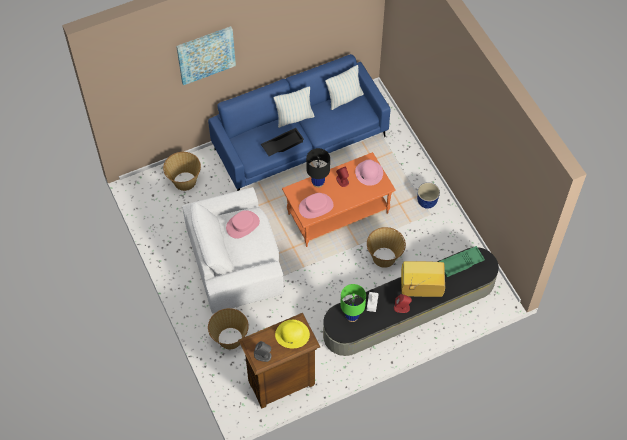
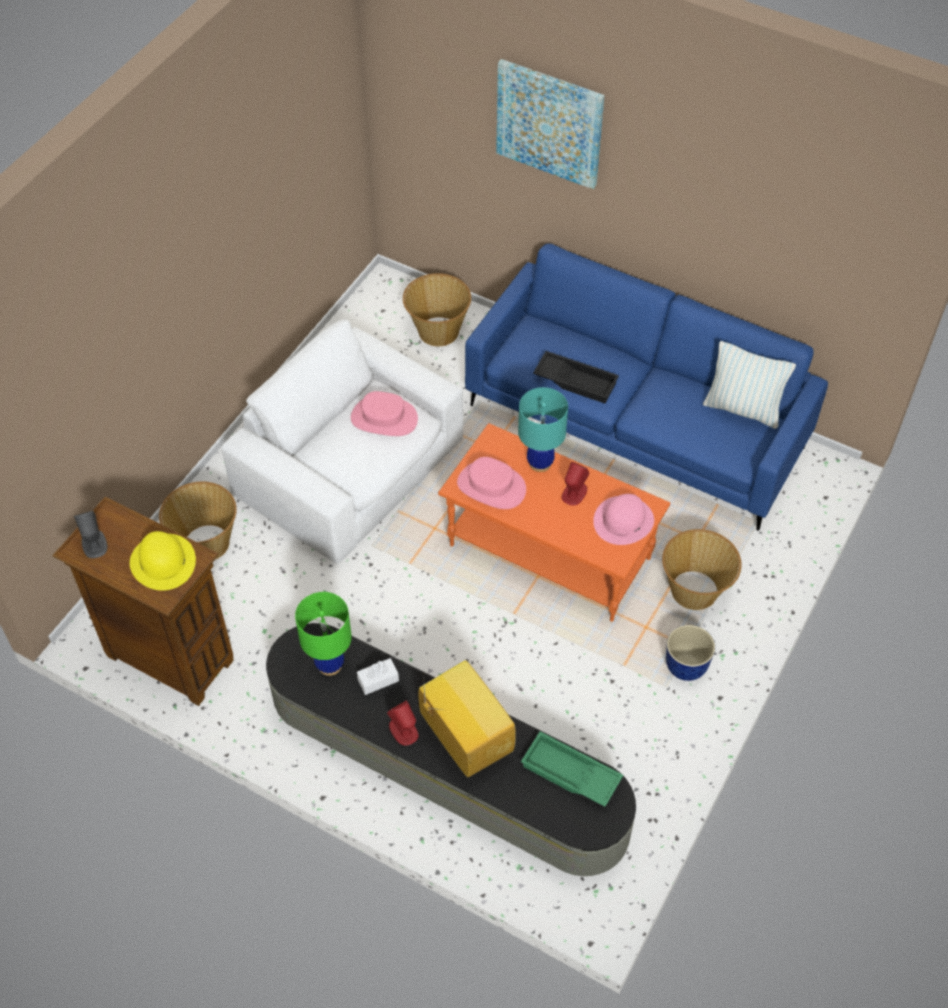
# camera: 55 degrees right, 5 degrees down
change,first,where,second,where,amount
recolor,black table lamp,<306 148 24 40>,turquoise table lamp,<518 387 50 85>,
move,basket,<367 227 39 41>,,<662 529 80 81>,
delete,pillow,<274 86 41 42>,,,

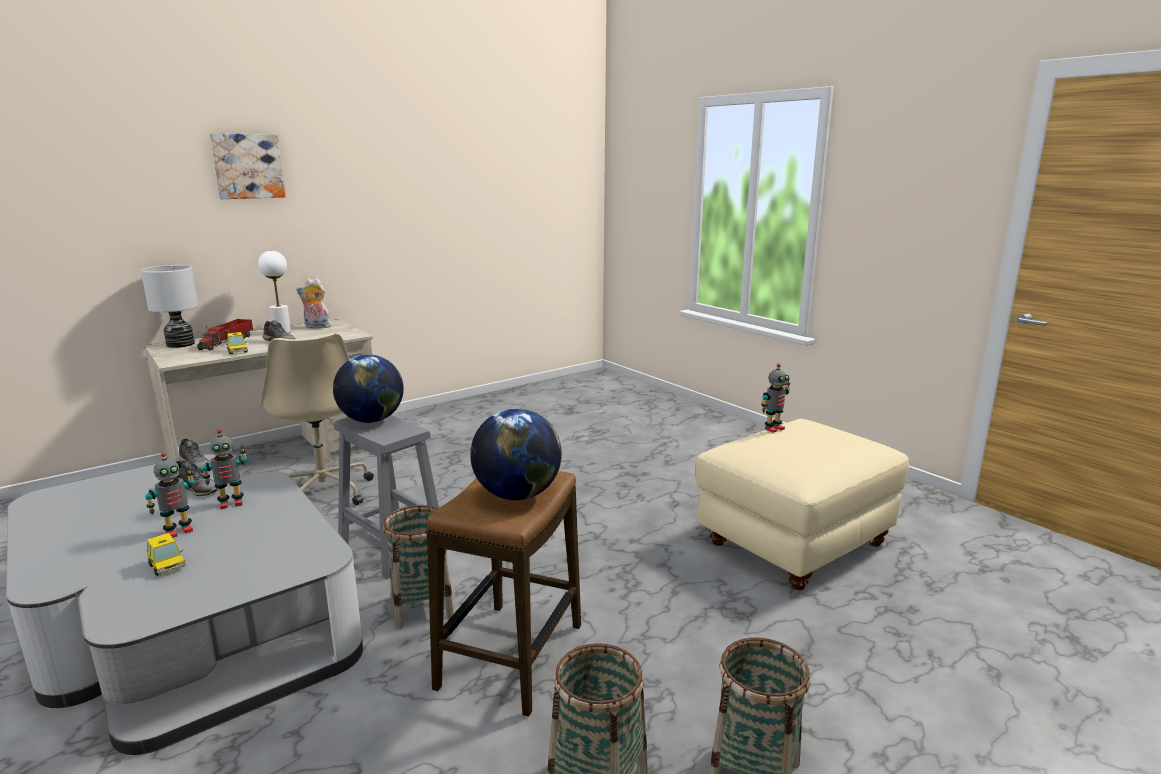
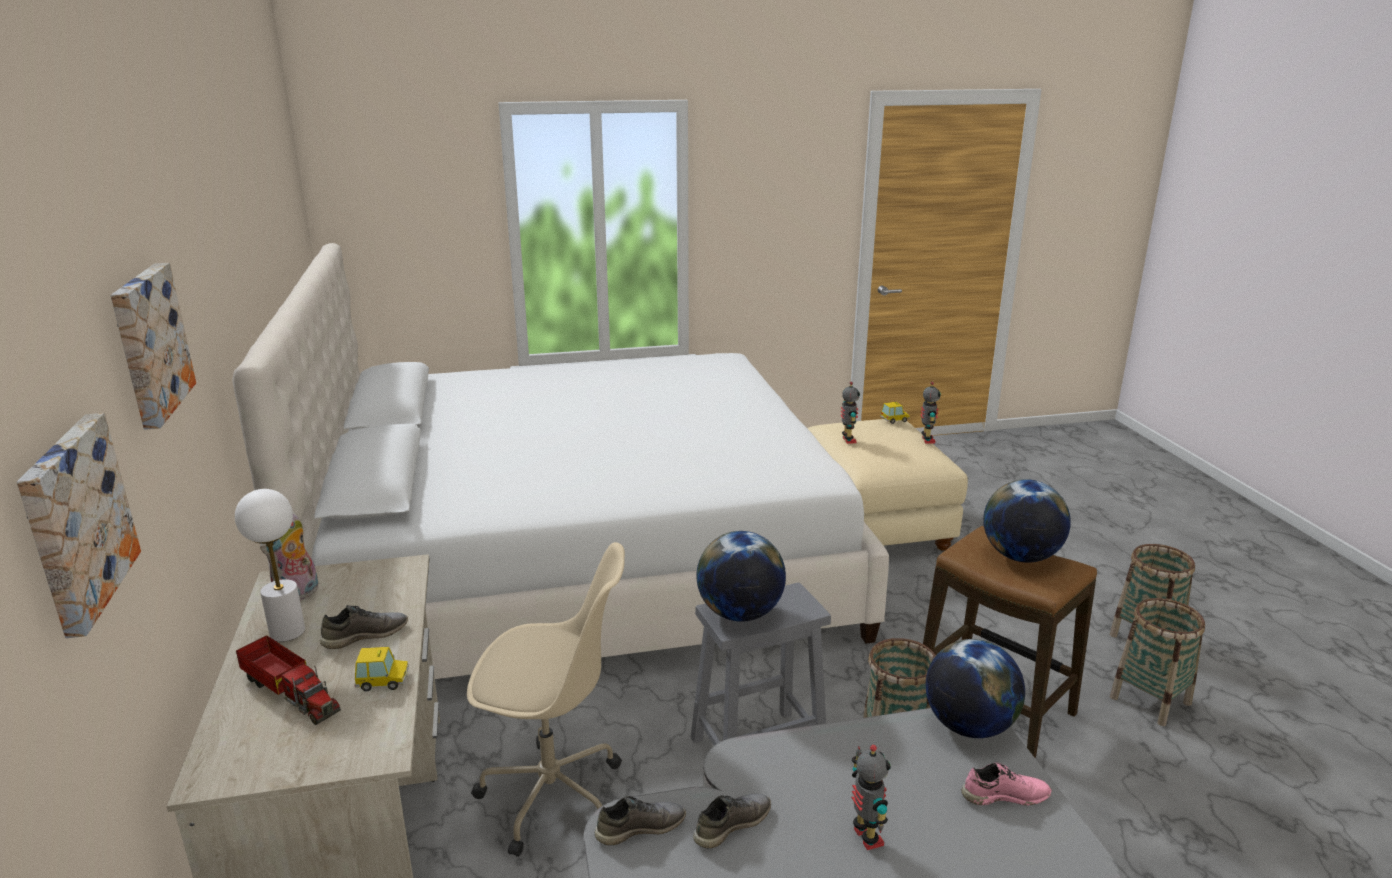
# camera: 65 degrees left, 5 degrees up
change,first,where,second,where,amount
insert,,,picture,<17 413 124 225>,
insert,,,white bed,<232 243 657 436>,
move,toy car,<147 533 39 43>,,<880 402 30 22>,
move,toy robot,<202 429 45 80>,,<920 382 21 61>,
insert,,,globe,<926 639 99 99>,
insert,,,pink shoe,<961 762 91 43>,
delete,grey table lamp,<141 265 57 83>,,,

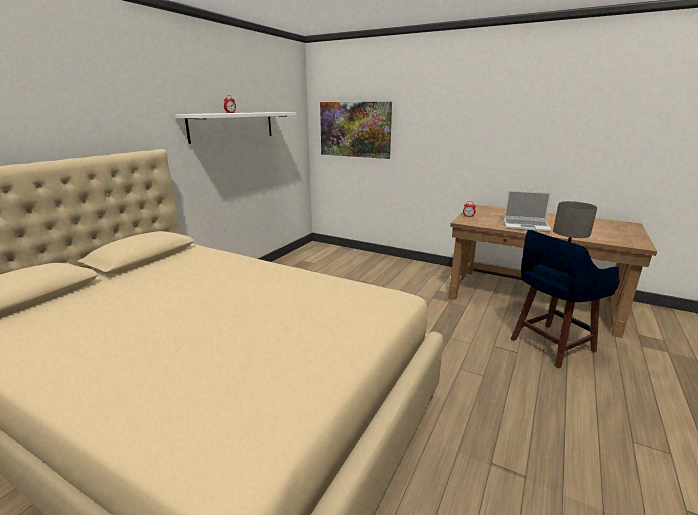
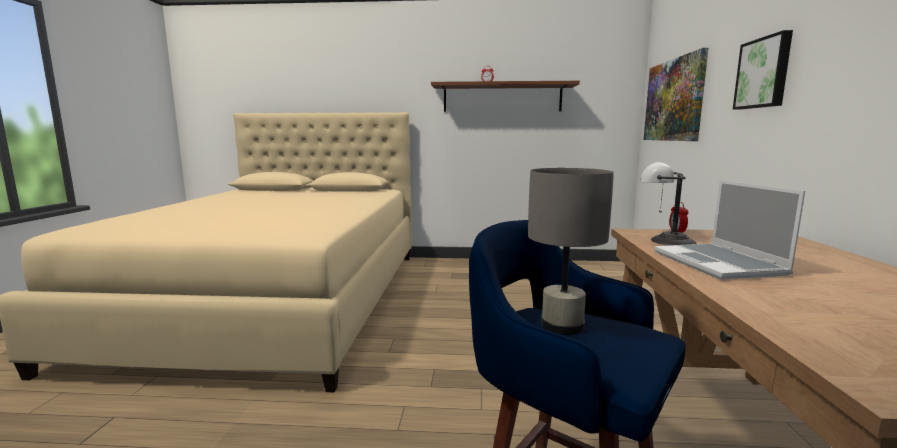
# camera: 65 degrees right, 10 degrees down
change,first,where,second,where,amount
recolor,white shelf,<175 112 122 32>,brown shelf,<431 81 149 31>,
insert,,,table lamp,<640 162 57 84>,
insert,,,picture,<733 30 60 80>,

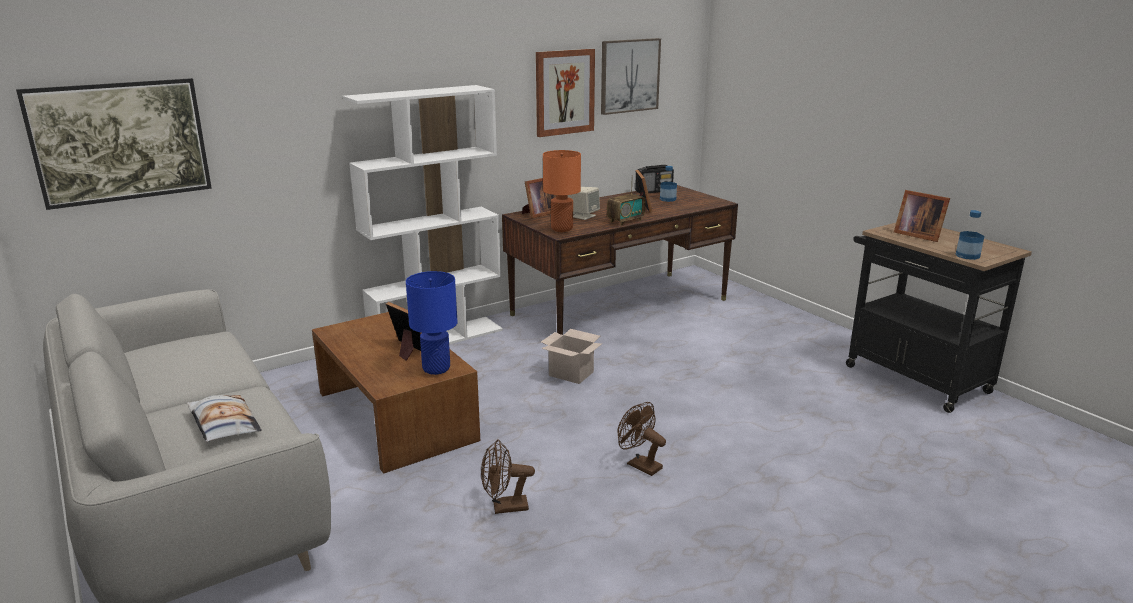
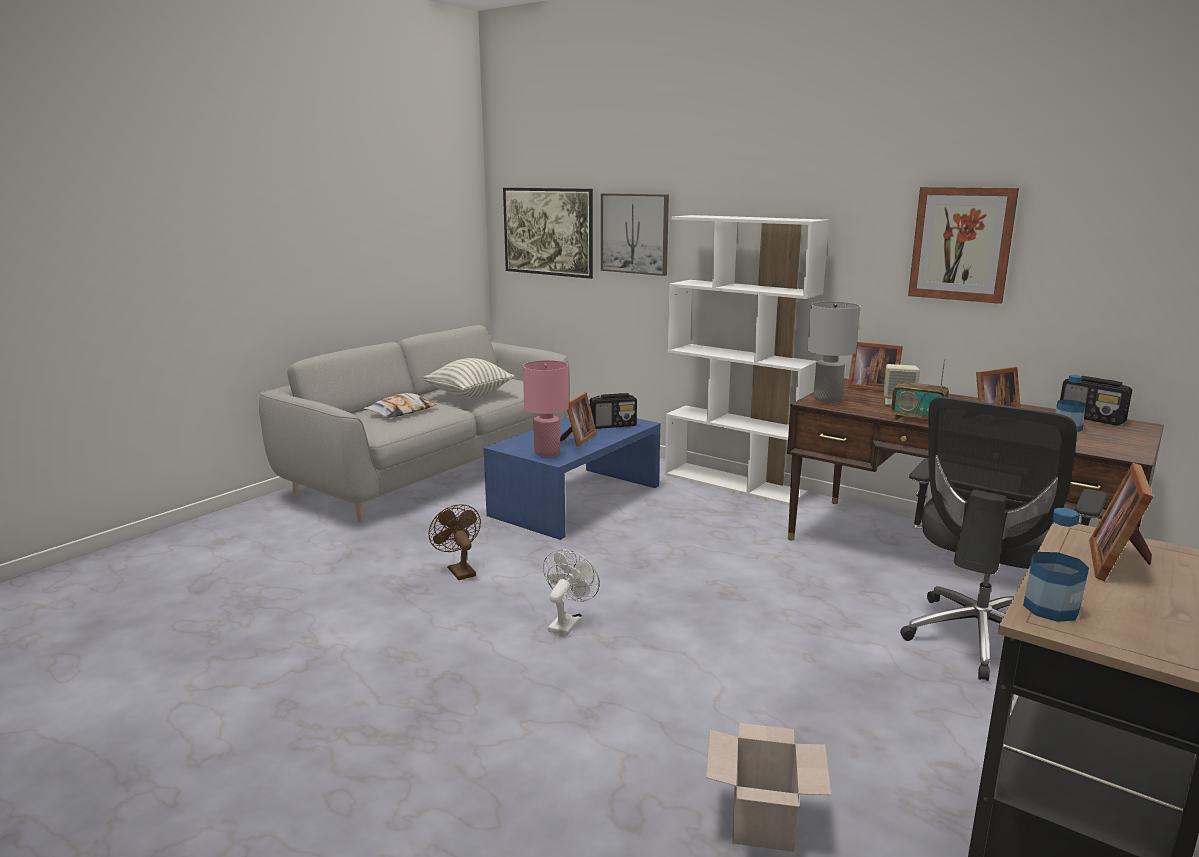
# camera: 70 degrees right, 5 degrees down
change,first,where,second,where,amount
insert,,,pillow,<422 358 93 40>,
recolor,brown coffee table,<312 312 168 162>,blue coffee table,<484 417 176 123>,
recolor,blue table lamp,<406 271 51 104>,pink table lamp,<523 360 46 97>,
recolor,brown fan,<618 402 48 74>,white fan,<543 549 57 87>,
insert,,,radio,<590 393 47 36>,
move,picture,<601 38 60 77>,,<601 193 68 83>,
move,cardboard box,<541 329 61 55>,,<706 723 125 129>,
recolor,orange table lamp,<543 150 38 82>,grey table lamp,<807 301 53 102>,
insert,,,office chair,<900 396 207 285>,

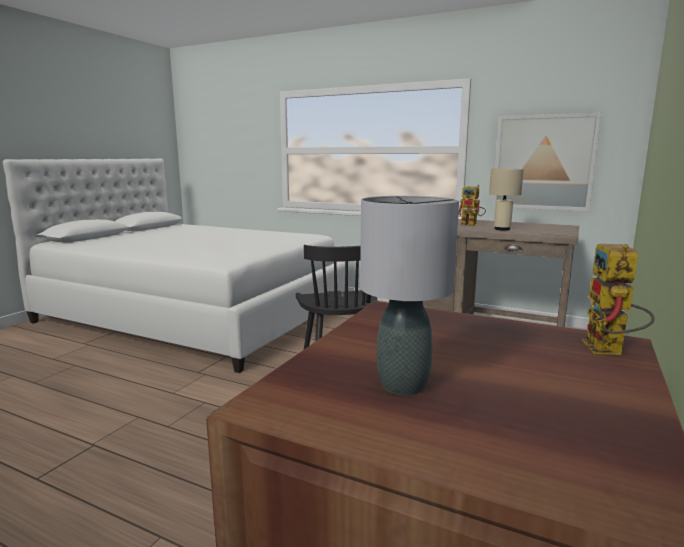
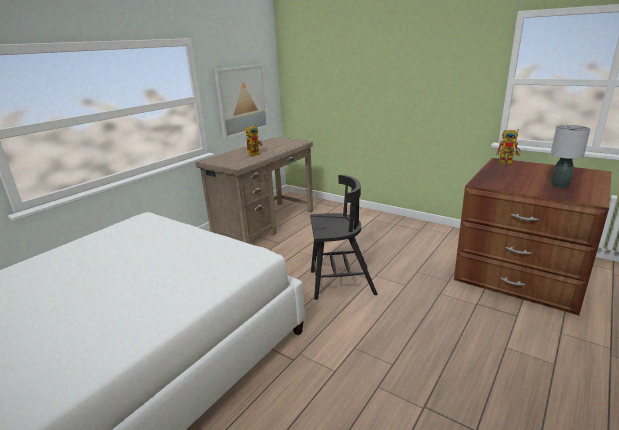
# camera: 80 degrees left, 10 degrees up
change,first,where,second,where,amount
delete,beige table lamp,<489 169 34 62>,,,

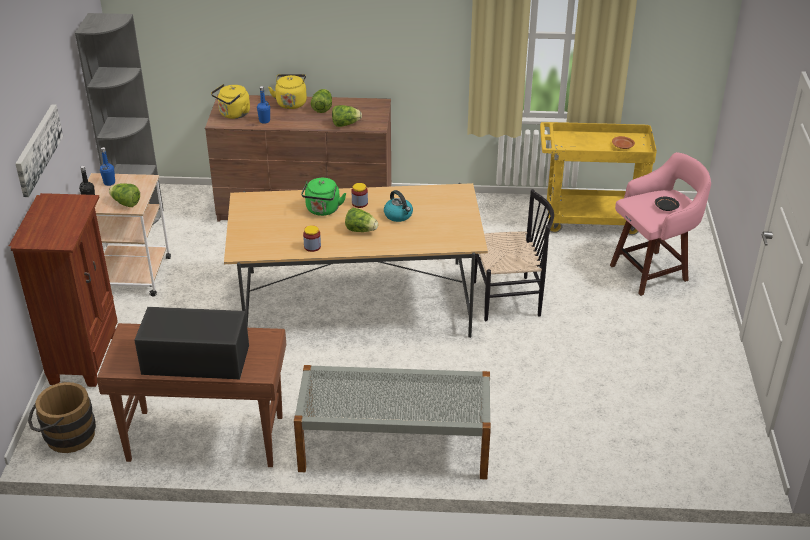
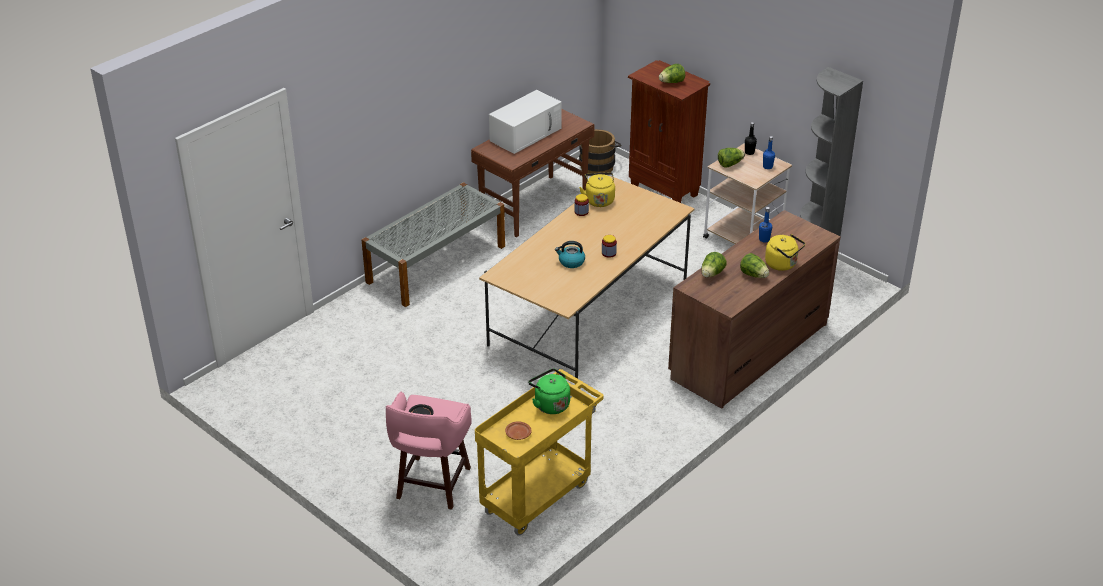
# camera: 130 degrees right, 0 degrees up
change,first,where,second,where,amount
recolor,black microwave,<135 307 114 72>,white microwave,<489 90 73 64>,
move,green kettle,<301 178 45 38>,,<528 369 42 45>,
move,yellow kettle,<211 84 39 35>,,<579 172 36 35>,
move,lettuce,<345 208 33 24>,,<659 64 26 19>,
delete,picture,<15 104 48 93>,,,
delete,black chair,<474 189 80 132>,,,

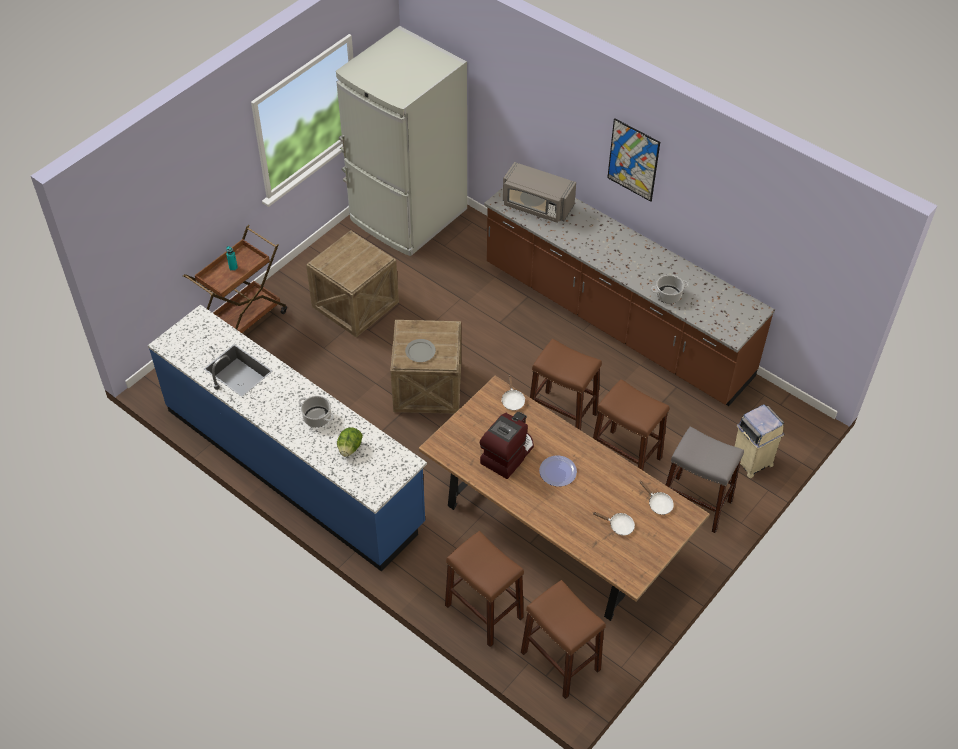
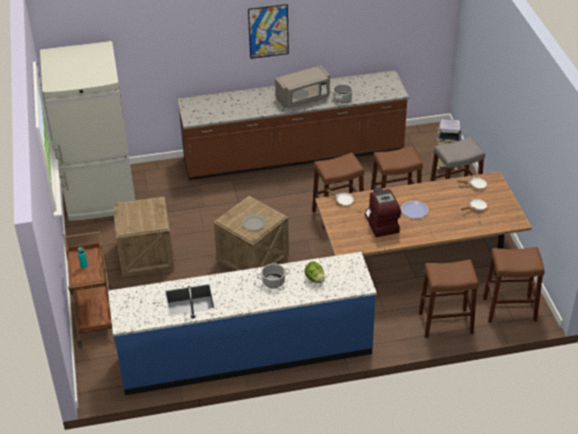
# camera: 50 degrees left, 10 degrees down
change,first,where,second,where,amount
move,grey microwave,<503 162 73 61>,,<275 65 55 44>,

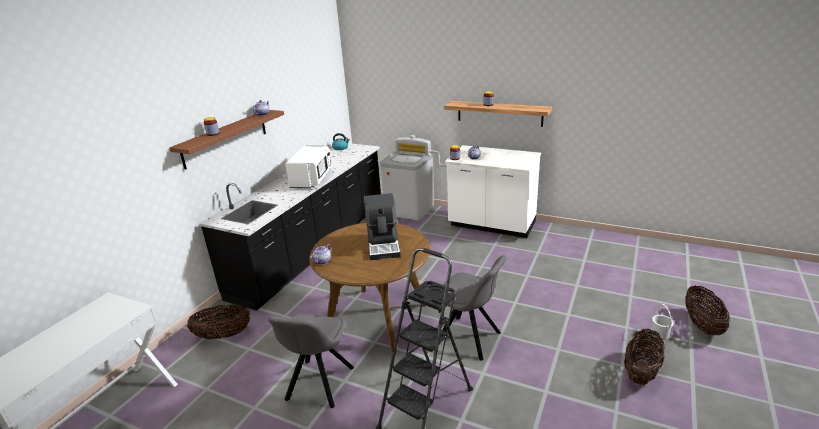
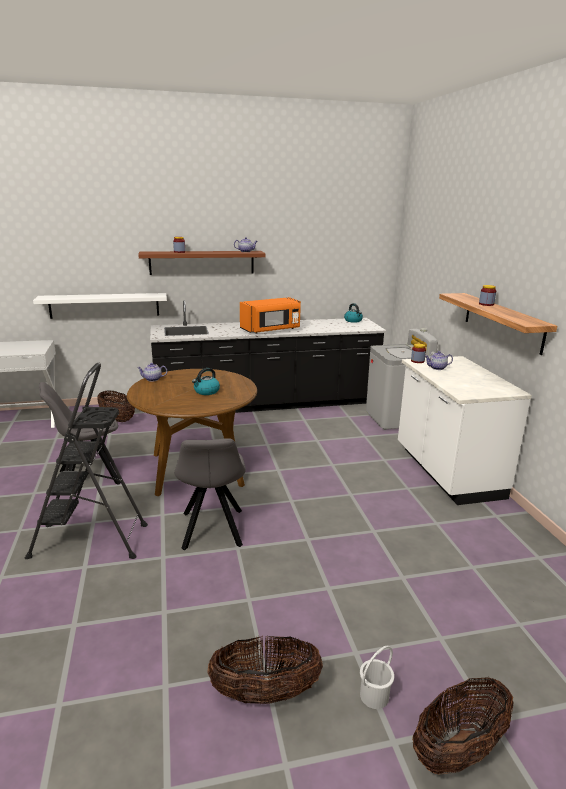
# camera: 50 degrees right, 5 degrees down
change,first,where,second,where,amount
insert,,,white shelf,<33 293 134 26>,
replace,coffee machine,<364 193 37 67>,kettle,<192 368 28 27>,
recolor,white microwave,<285 145 47 43>,orange microwave,<240 297 61 37>,

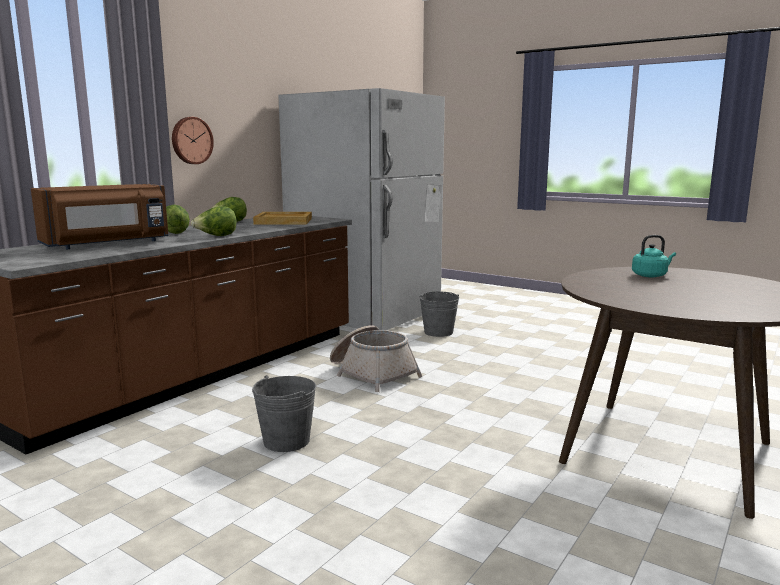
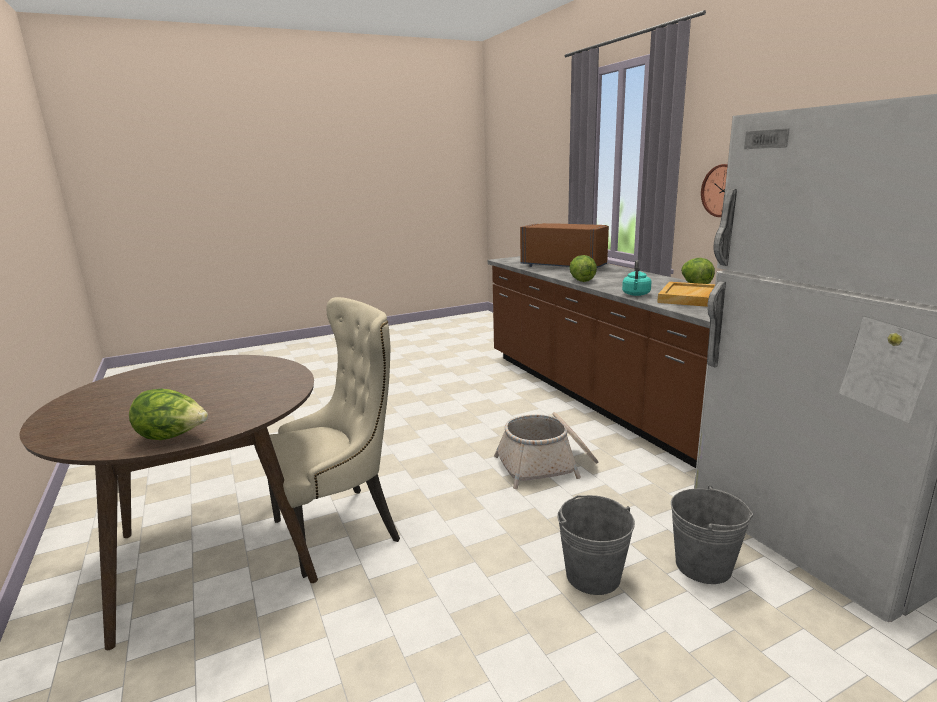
# camera: 120 degrees right, 5 degrees up
change,first,where,second,where,amount
move,lettuce,<166 205 24 29>,,<129 389 79 51>,
insert,,,beige chair,<268 297 132 281>,
rotate,brown microwave,<31 184 138 65>,,<520 223 89 45>,135 degrees clockwise
move,grey bucket,<252 375 64 77>,,<558 495 77 100>,
move,turquoise kettle,<632 235 44 42>,,<622 260 29 36>,

